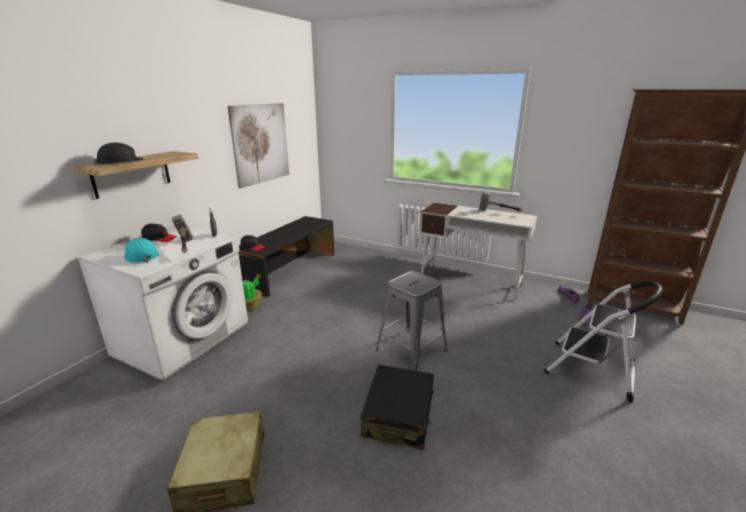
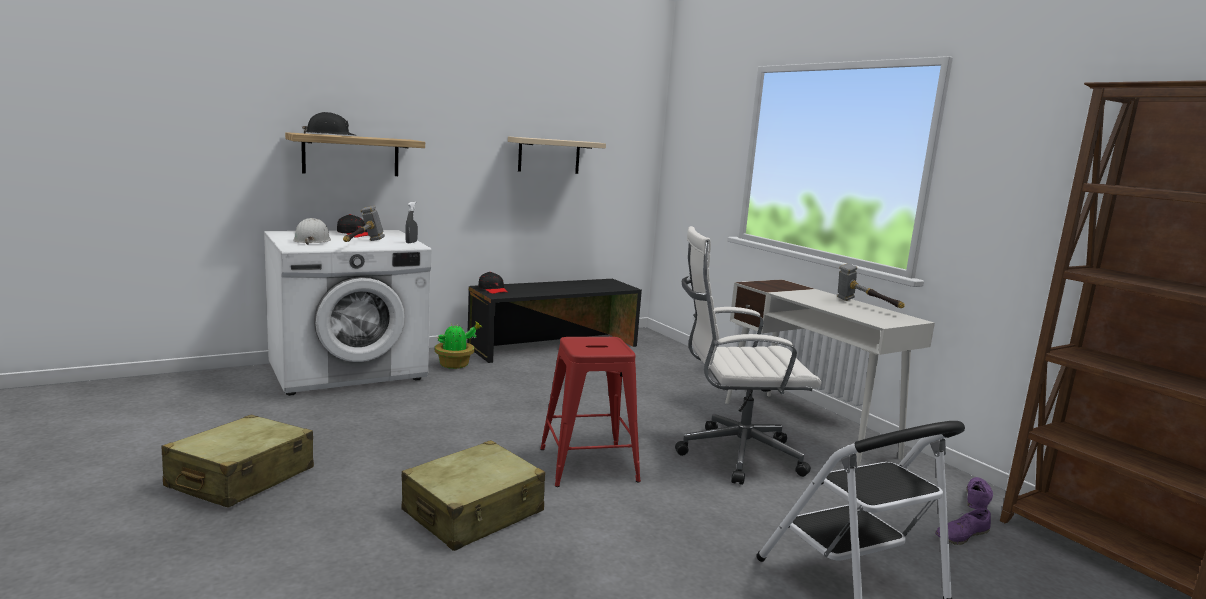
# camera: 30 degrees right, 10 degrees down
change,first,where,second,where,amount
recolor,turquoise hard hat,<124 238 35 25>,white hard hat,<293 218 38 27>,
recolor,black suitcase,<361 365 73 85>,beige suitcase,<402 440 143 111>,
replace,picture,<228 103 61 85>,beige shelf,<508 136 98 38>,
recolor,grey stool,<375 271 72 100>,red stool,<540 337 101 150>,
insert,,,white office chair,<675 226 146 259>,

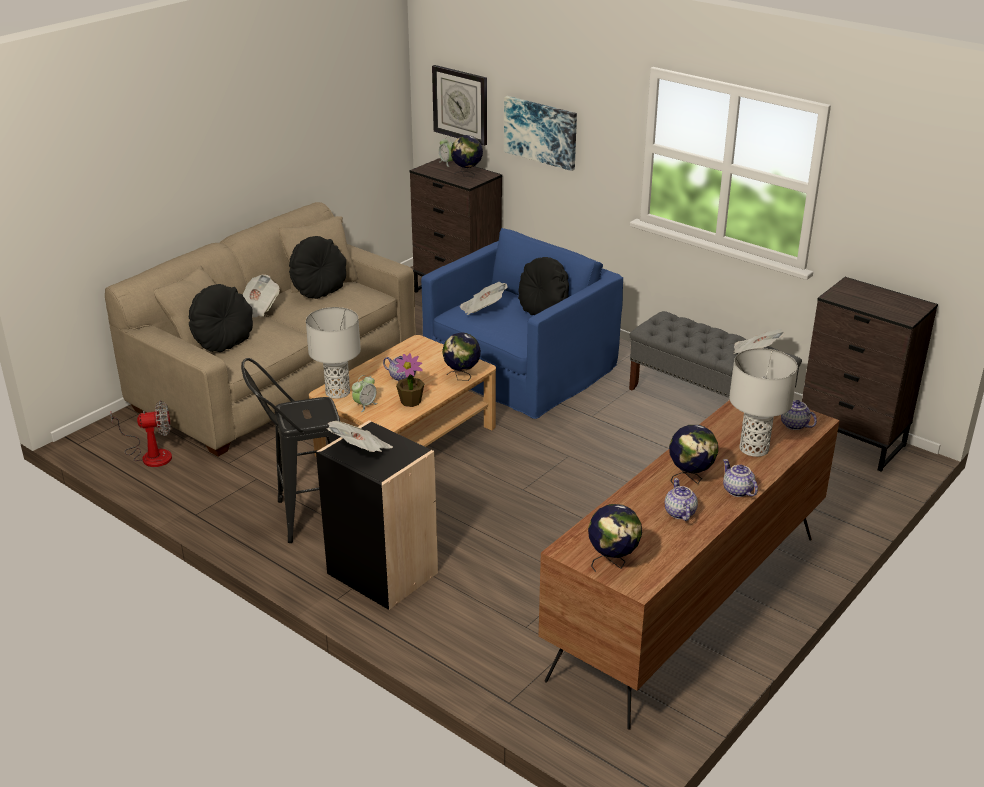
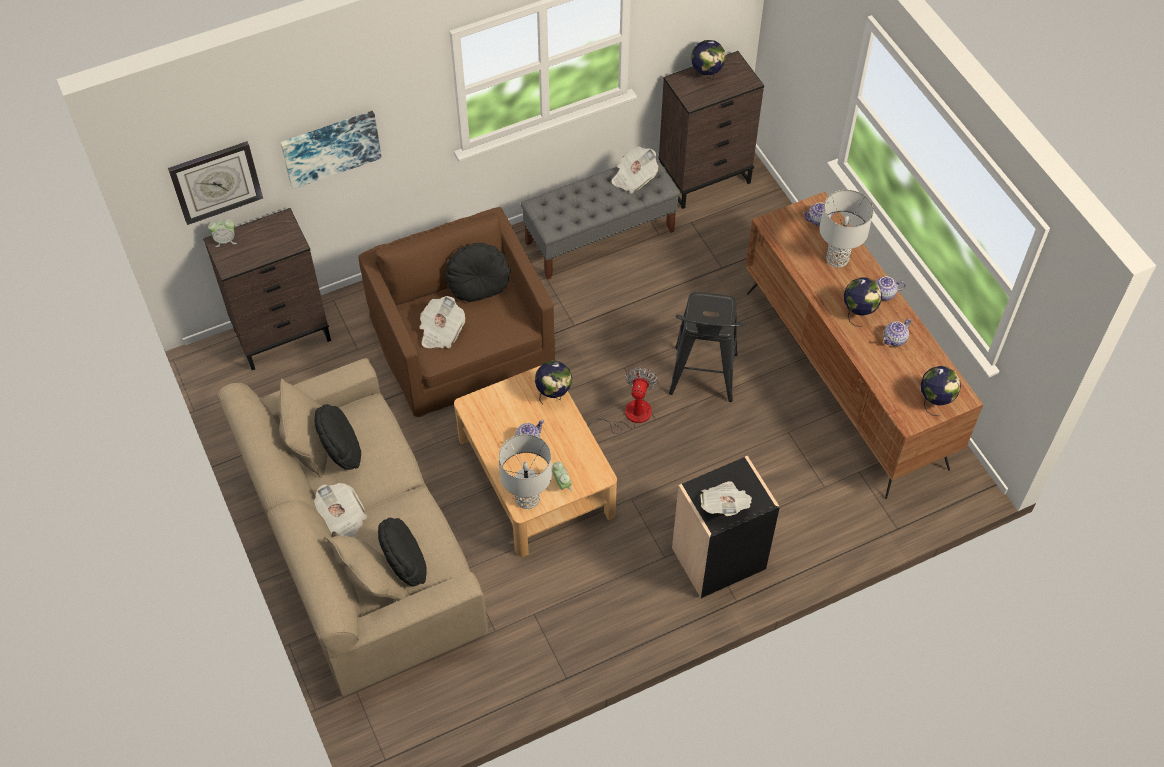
# camera: 65 degrees left, 25 degrees up
change,first,where,second,where,amount
recolor,blue armchair,<421 228 202 191>,brown armchair,<359 207 196 210>,
move,fan,<110 400 62 67>,,<586 368 73 66>,
move,black stool,<241 358 100 185>,,<669 292 75 110>,
move,globe,<451 135 32 42>,,<691 40 35 45>,
rotate,teapot,<665 478 33 43>,,<884 319 27 27>,60 degrees counterclockwise
delete,potted plant,<396 353 28 54>,,,

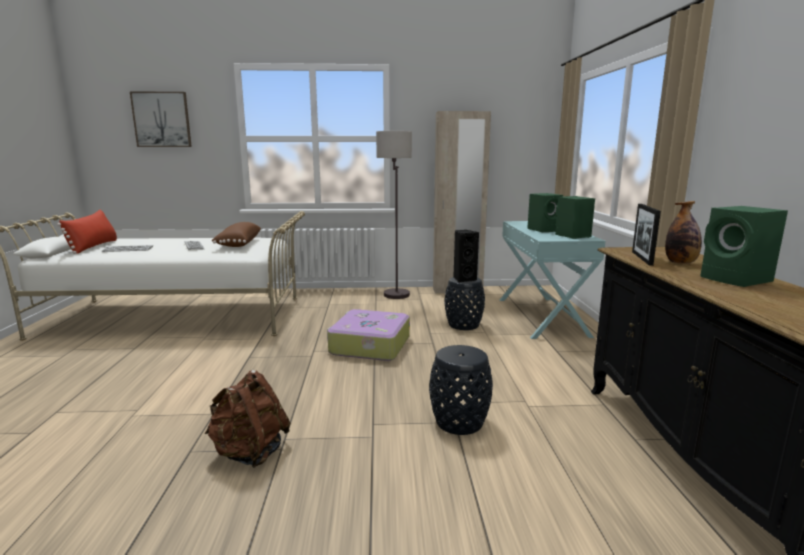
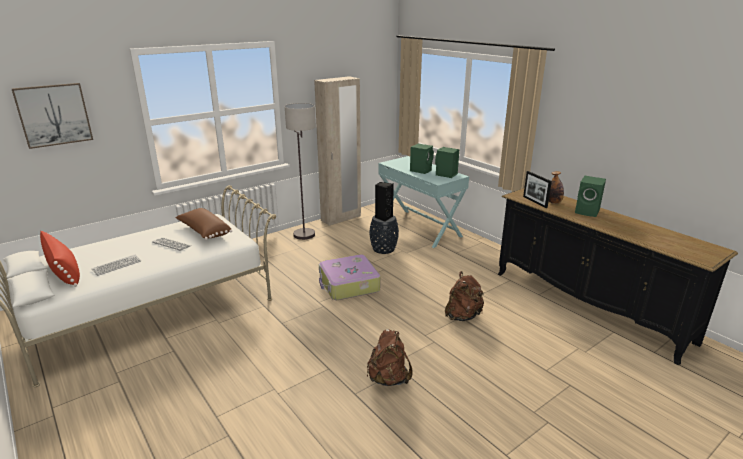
# camera: 35 degrees left, 10 degrees up
change,first,where,second,where,amount
replace,black stool,<429 345 64 90>,brown backpack,<445 271 39 50>,

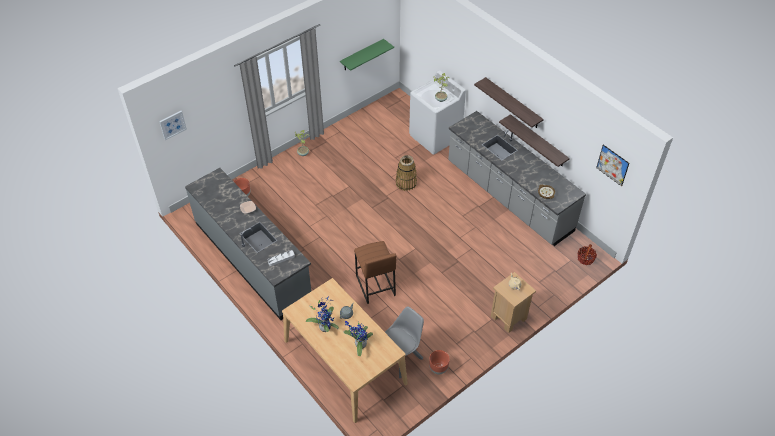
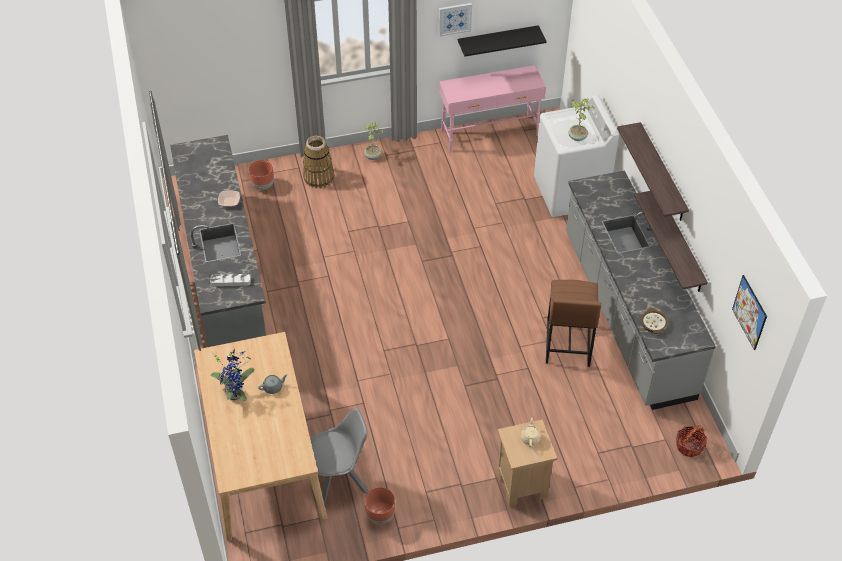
# camera: 25 degrees right, 0 degrees up
change,first,where,second,where,amount
move,basket,<396 155 21 36>,,<303 136 31 52>,
move,picture,<159 111 28 29>,,<439 3 33 34>,
insert,,,pink console table,<439 65 107 87>,
recolor,green shelf,<340 39 54 32>,black shelf,<458 25 89 32>,
move,brown stool,<354 241 42 63>,,<546 280 55 87>,
delete,potted plant,<343 321 30 35>,,,

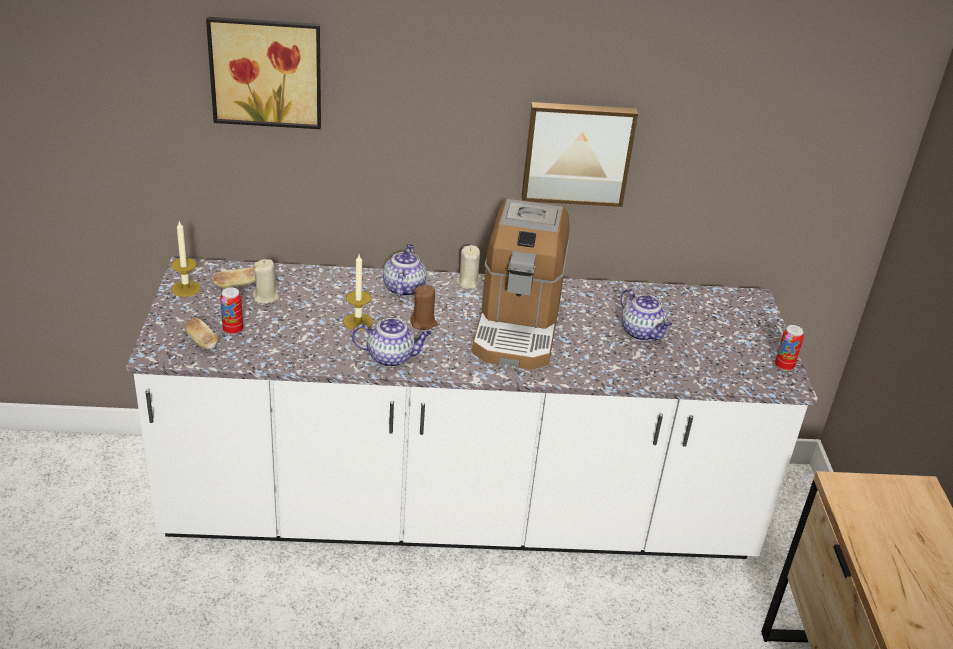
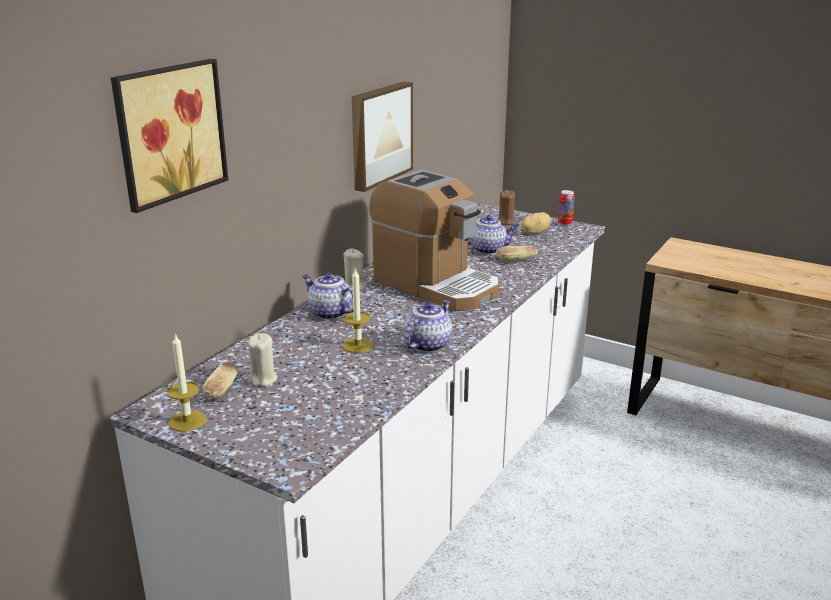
# camera: 55 degrees left, 10 degrees down
change,first,where,second,where,amount
move,bread,<185 318 33 32>,,<496 245 42 16>,
move,brown candle,<410 285 27 45>,,<498 190 18 35>,
insert,,,potato,<521 212 30 23>,
delete,can,<220 287 23 48>,,,

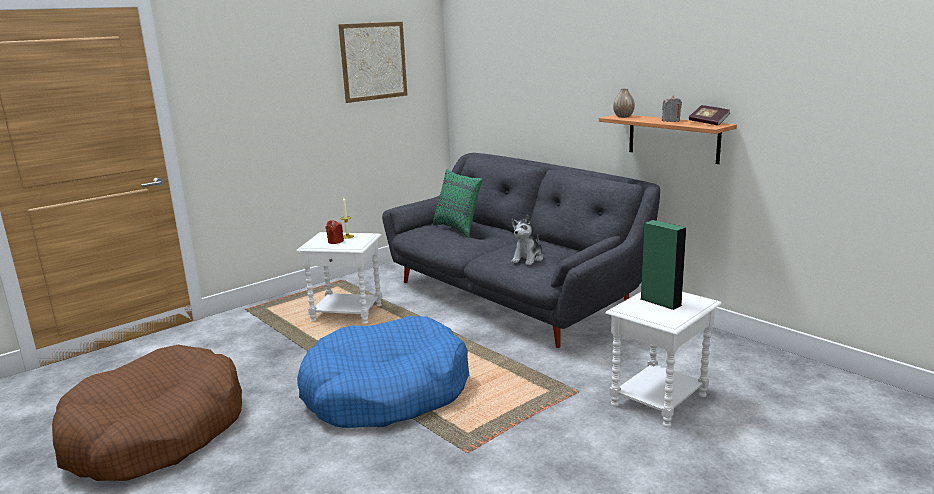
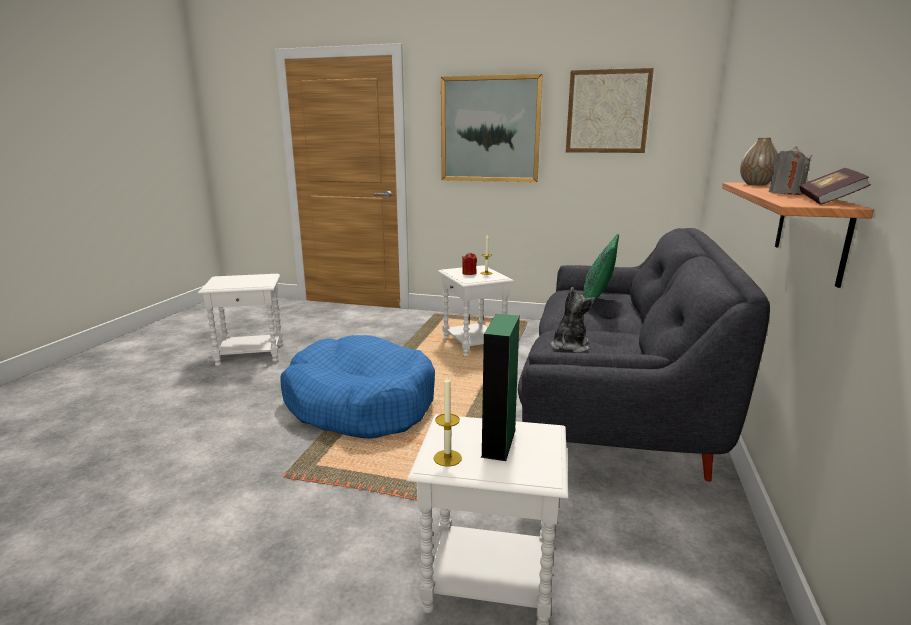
# camera: 55 degrees right, 0 degrees up
change,first,where,second,where,amount
replace,brown dog bed,<52 345 190 136>,white side table,<198 274 85 92>,
insert,,,candle,<434 375 28 92>,
insert,,,picture,<441 74 102 108>,
rotate,plush toy,<511 215 32 50>,,<551 287 44 66>,120 degrees clockwise

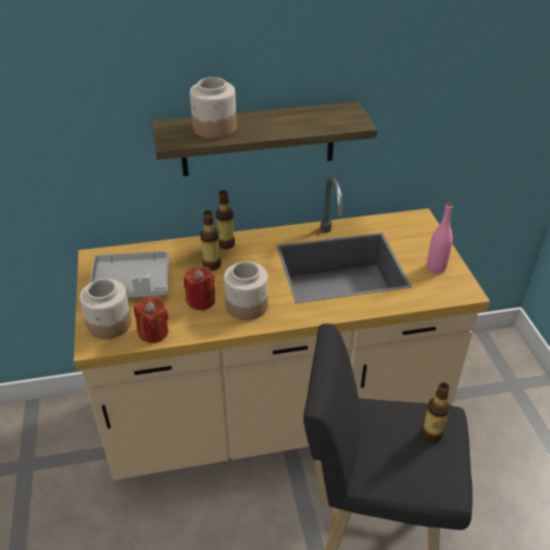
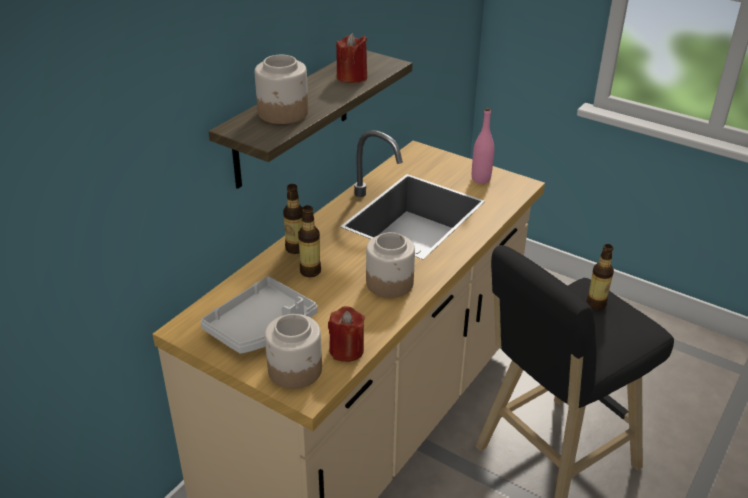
# camera: 45 degrees left, 5 degrees down
change,first,where,second,where,amount
move,red candle,<184 267 31 44>,,<336 33 31 50>,

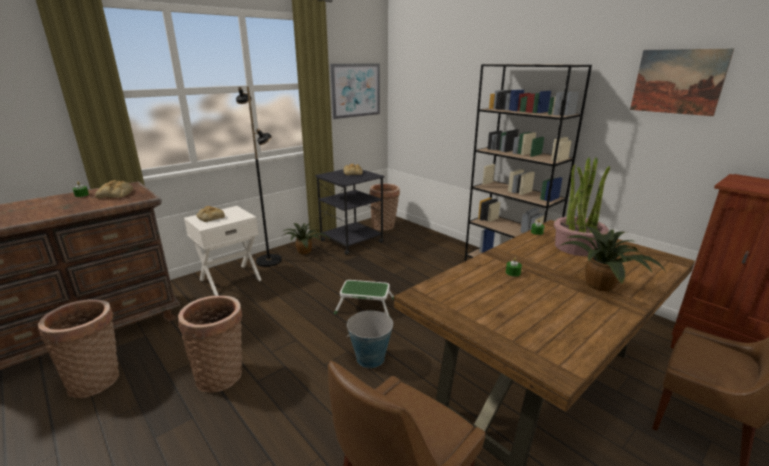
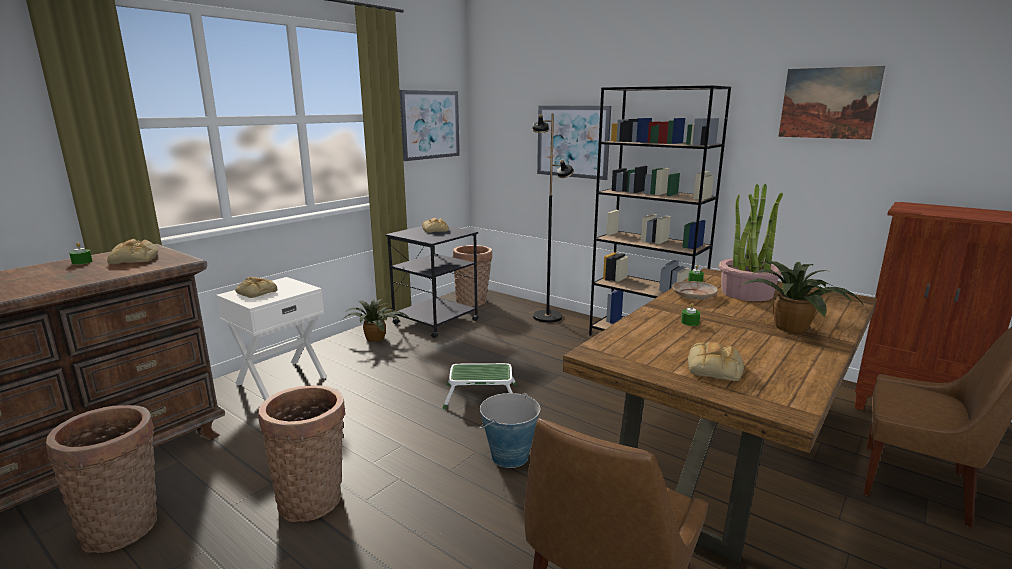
# camera: 10 degrees left, 5 degrees down
change,first,where,second,where,amount
move,black floor lamp,<236 87 46 180>,,<532 113 42 210>,
insert,,,picture,<537 106 74 74>,
insert,,,beige plate,<672 281 46 19>,
insert,,,bread,<688 342 56 39>,

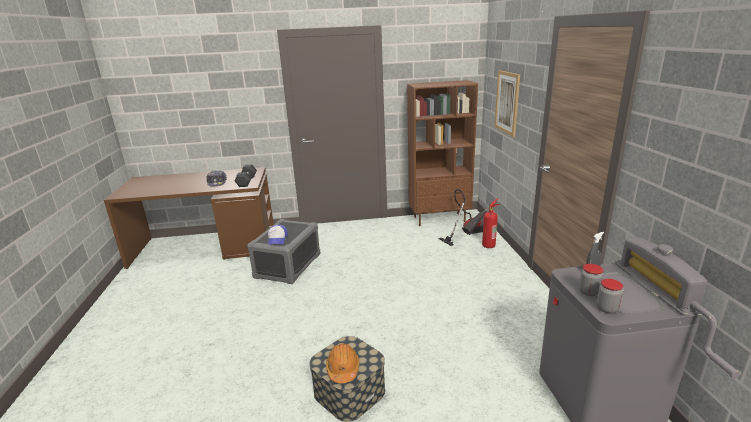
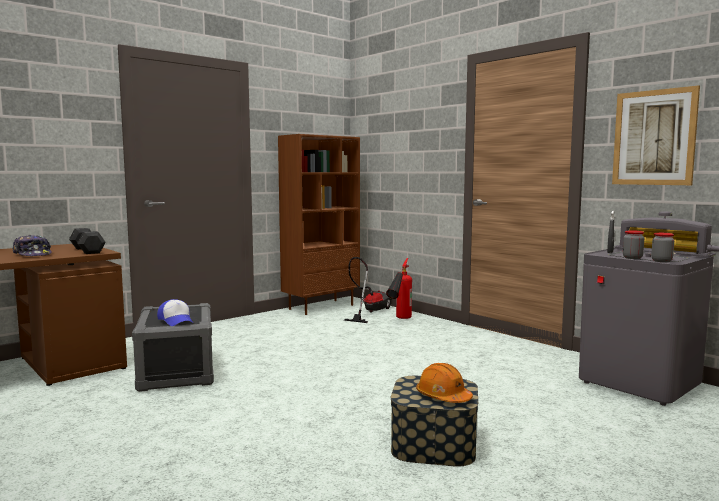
# camera: 35 degrees left, 15 degrees down
change,first,where,second,where,amount
move,picture,<494 70 26 67>,,<612 85 88 100>,

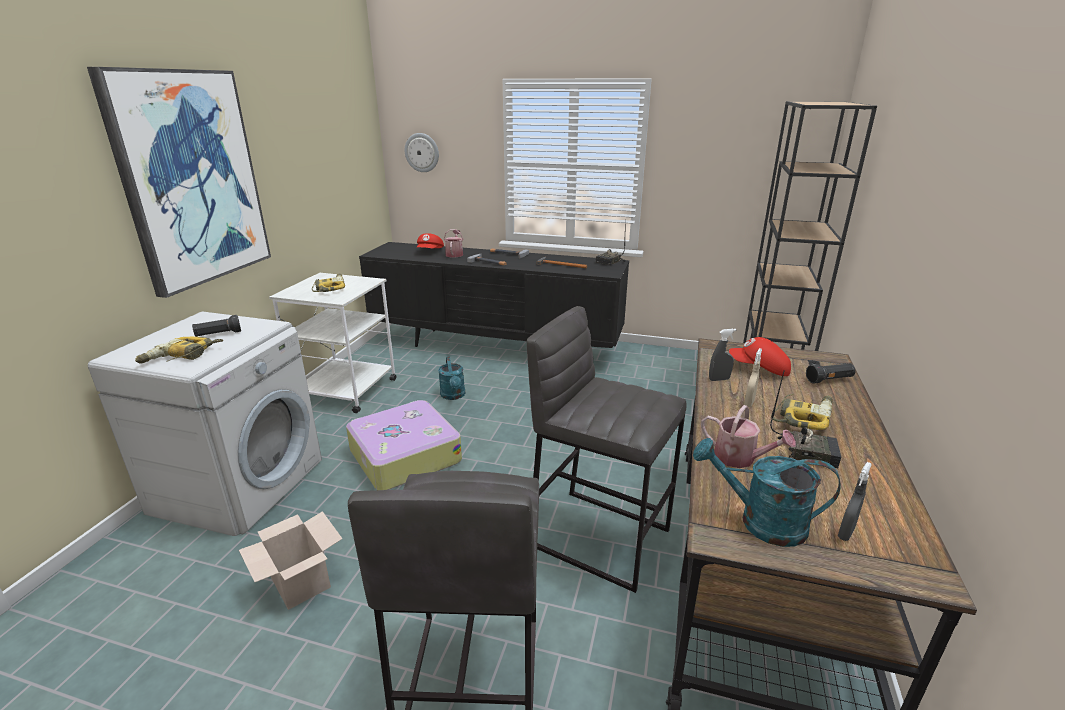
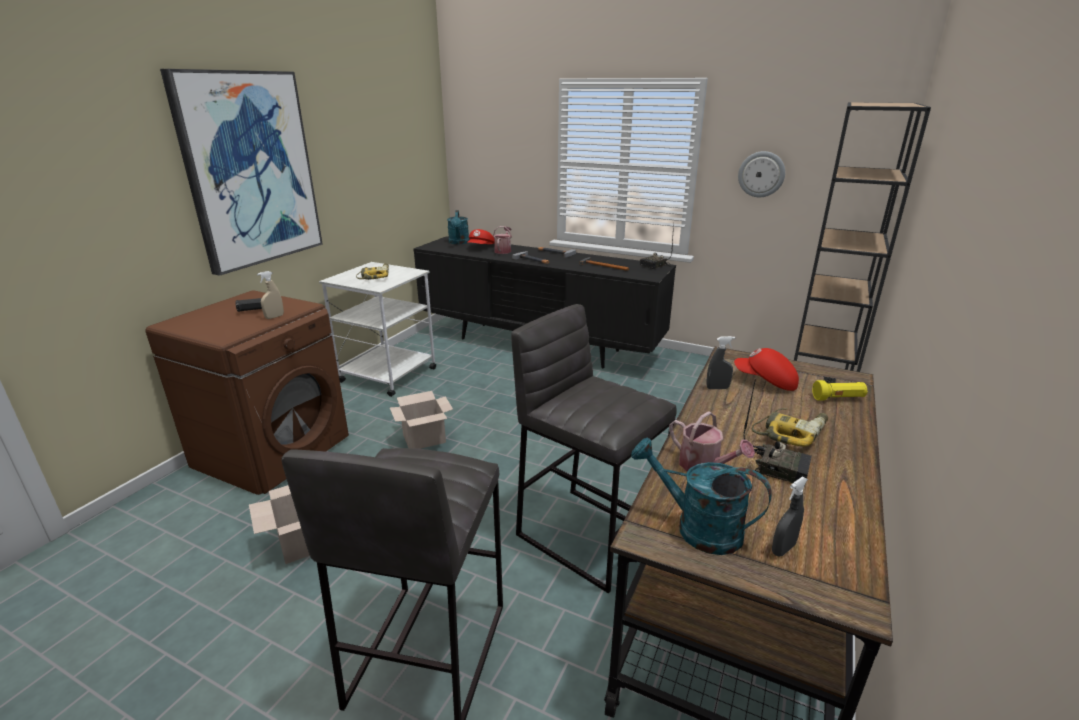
# camera: 10 degrees right, 0 degrees up
change,first,where,second,where,amount
recolor,white washing machine,<88 312 234 224>,brown washing machine,<145 290 204 205>,
move,beige spray bottle,<744 348 18 59>,,<257 271 27 48>,
replace,suitcase,<346 400 116 90>,cardboard box,<390 391 63 58>,
move,turquoise watering can,<438 356 27 44>,,<447 210 22 34>,
move,wall clock,<405 133 34 39>,,<738 151 47 46>,
recolor,black flashlight,<806 363 50 21>,yellow flashlight,<812 380 56 20>,
delete,power drill,<135 336 88 28>,,,

